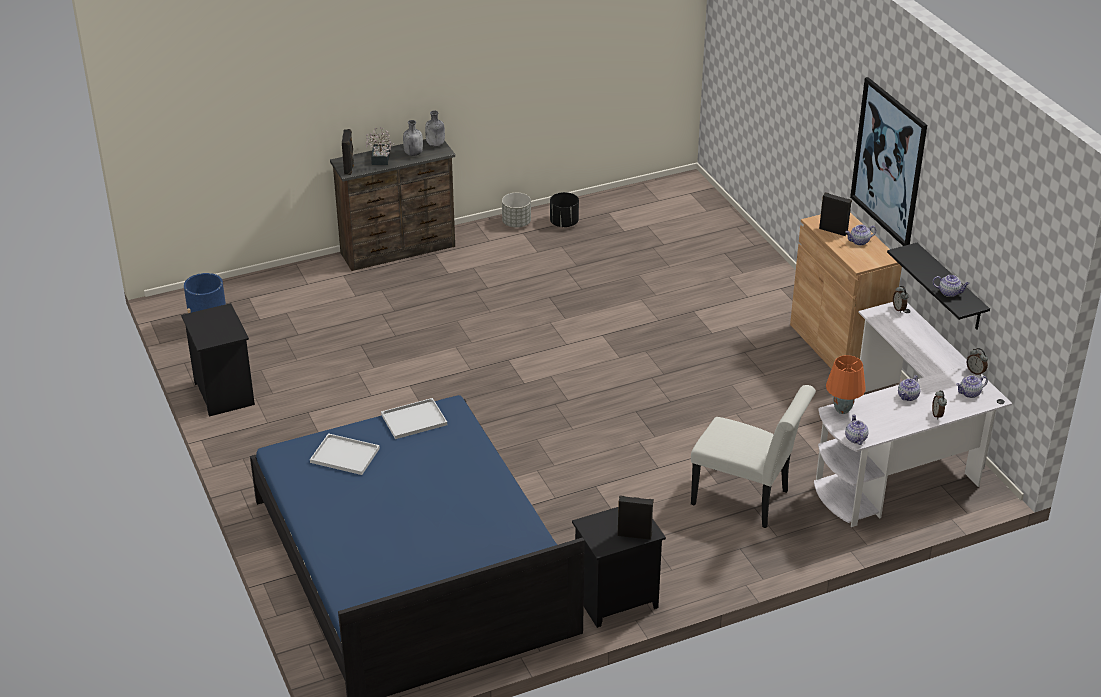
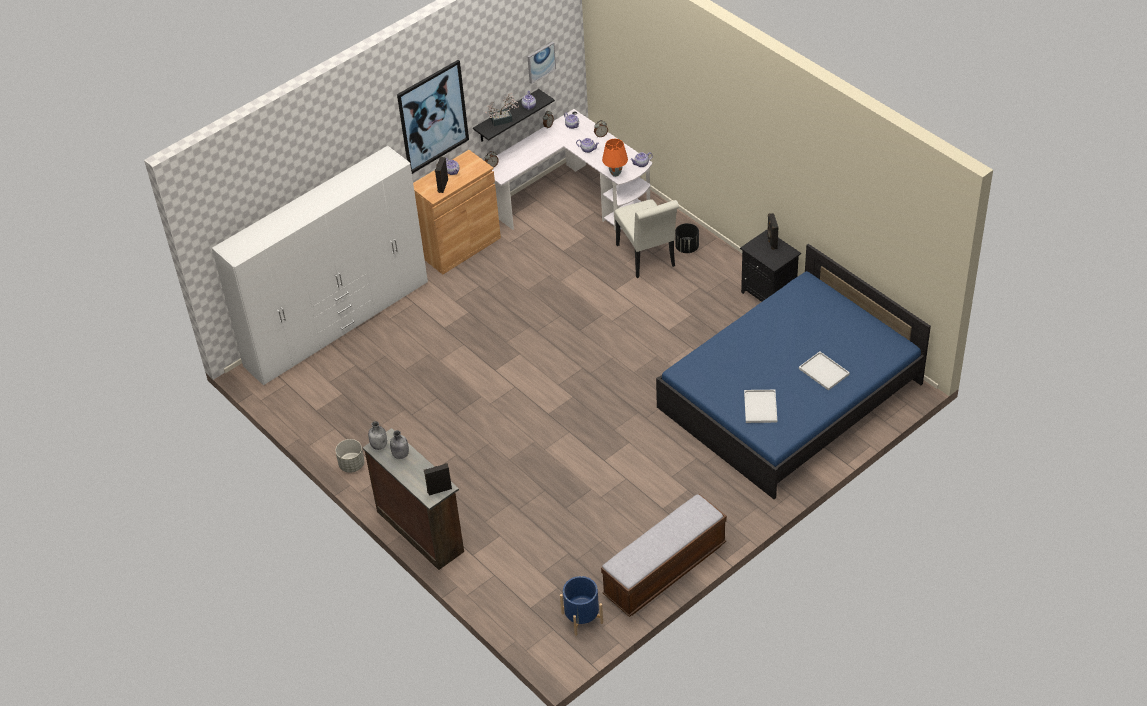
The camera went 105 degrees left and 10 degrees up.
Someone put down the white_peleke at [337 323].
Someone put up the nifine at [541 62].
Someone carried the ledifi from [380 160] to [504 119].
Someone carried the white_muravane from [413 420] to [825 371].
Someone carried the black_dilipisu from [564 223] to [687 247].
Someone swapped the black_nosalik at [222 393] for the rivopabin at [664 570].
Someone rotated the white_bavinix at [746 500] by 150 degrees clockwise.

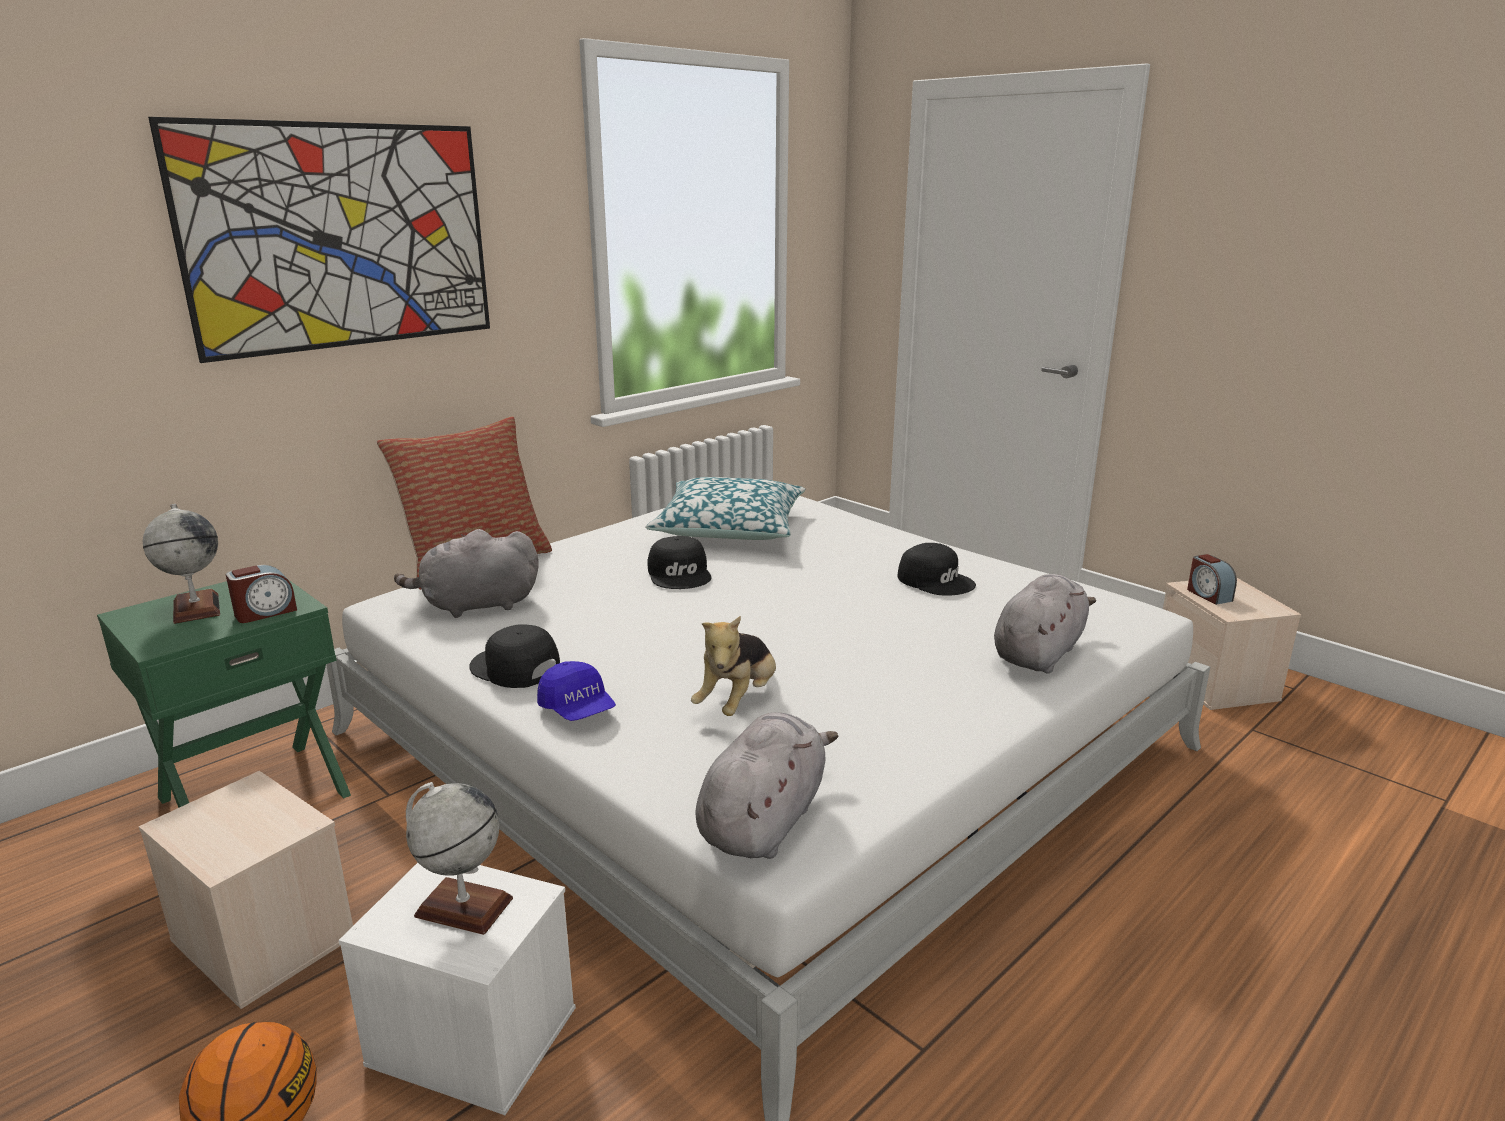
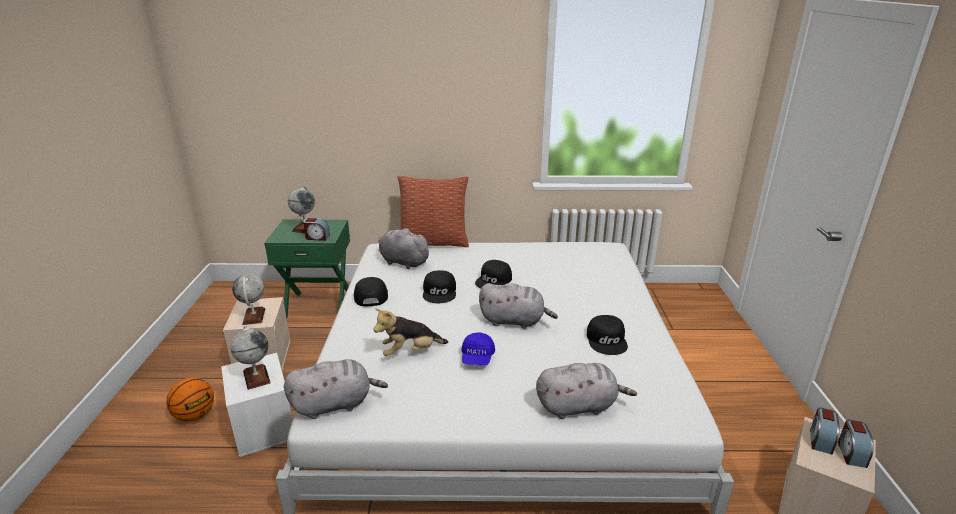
The camera went 45 degrees right and 5 degrees up.
Someone took away the nifine at [342 237].
Someone took away the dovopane at [729 527].
Someone put down the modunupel at [254 316].
Someone put down the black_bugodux at [440 292].
Someone put down the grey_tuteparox at [514 321].
Someone put down the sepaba at [851 453].
Someone carried the blue_bugodux from [578 709] to [477 358].

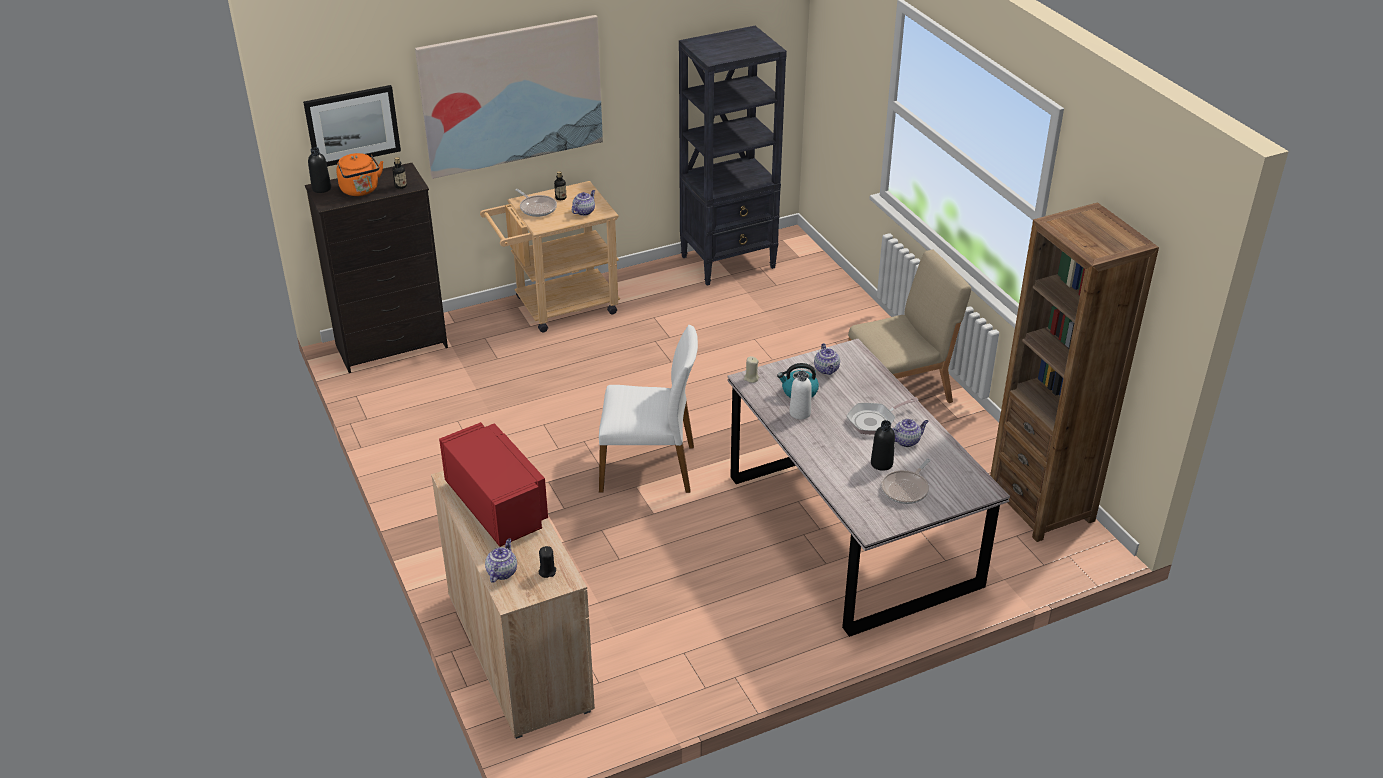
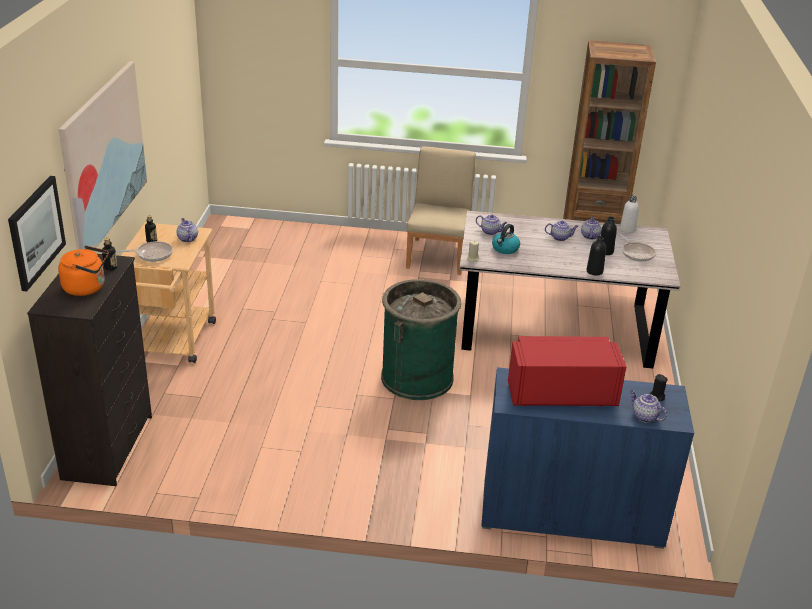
The camera went 60 degrees left and 5 degrees down.
Someone took away the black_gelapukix at [729 262].
Someone carried the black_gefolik from [321 188] to [594 271].
Someone carried the white_gefolik from [800 413] to [627 229].
Someone swapped the white_bavinix at [649 467] for the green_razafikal at [417 377].
Someone swapped the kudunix at [874 421] for the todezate at [560 237].
Someone repainted the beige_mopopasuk at [519 651], which became the blue_mopopasuk at [571 513].

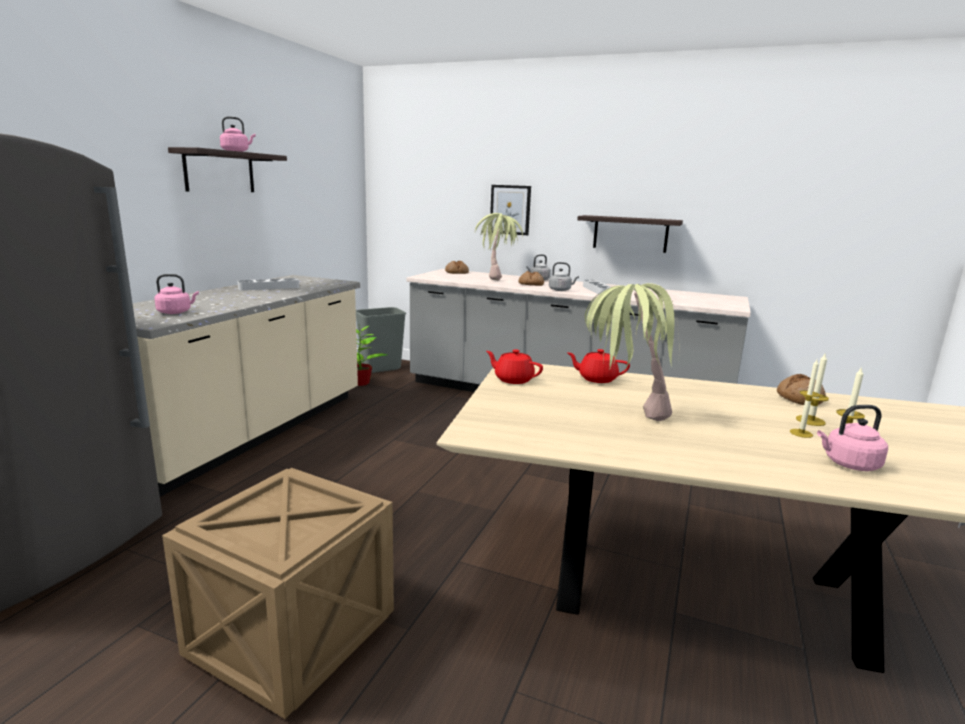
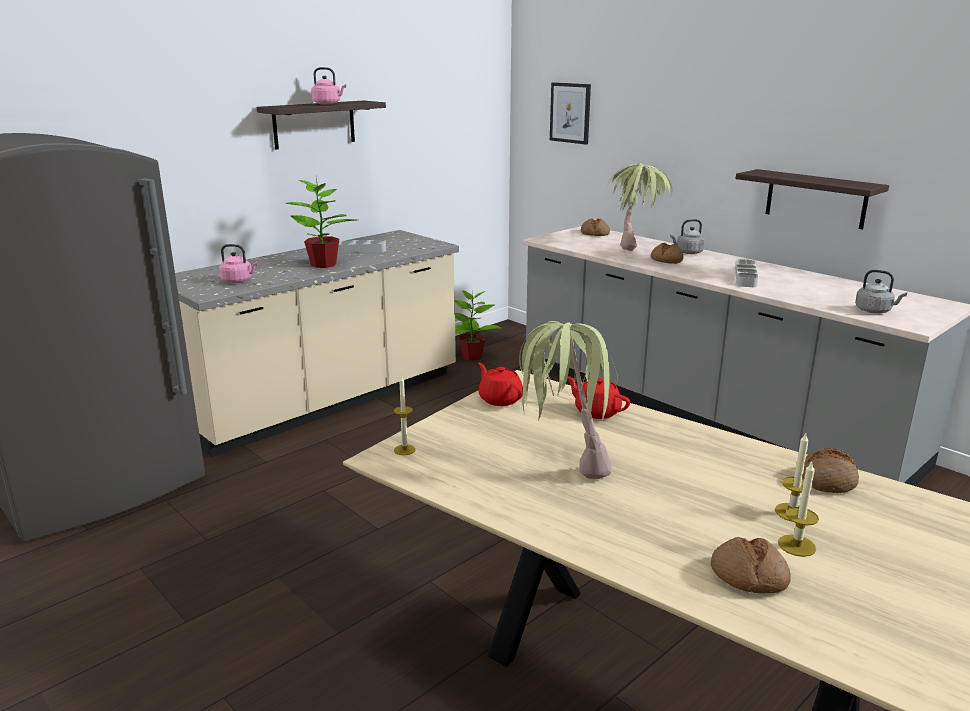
The camera went 25 degrees right and 5 degrees up.
Someone took away the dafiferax at [291 636].
Someone took away the grey_razafikal at [381 368].
Someone put down the ledifi at [324 264].
Someone carried the nifine from [510 210] to [570 113].
Someone carried the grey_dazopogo from [561 290] to [875 311].
Someone carried the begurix from [801 433] to [404 450].
Someone swapped the pink_dazopogo at [848 464] for the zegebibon at [749 576].

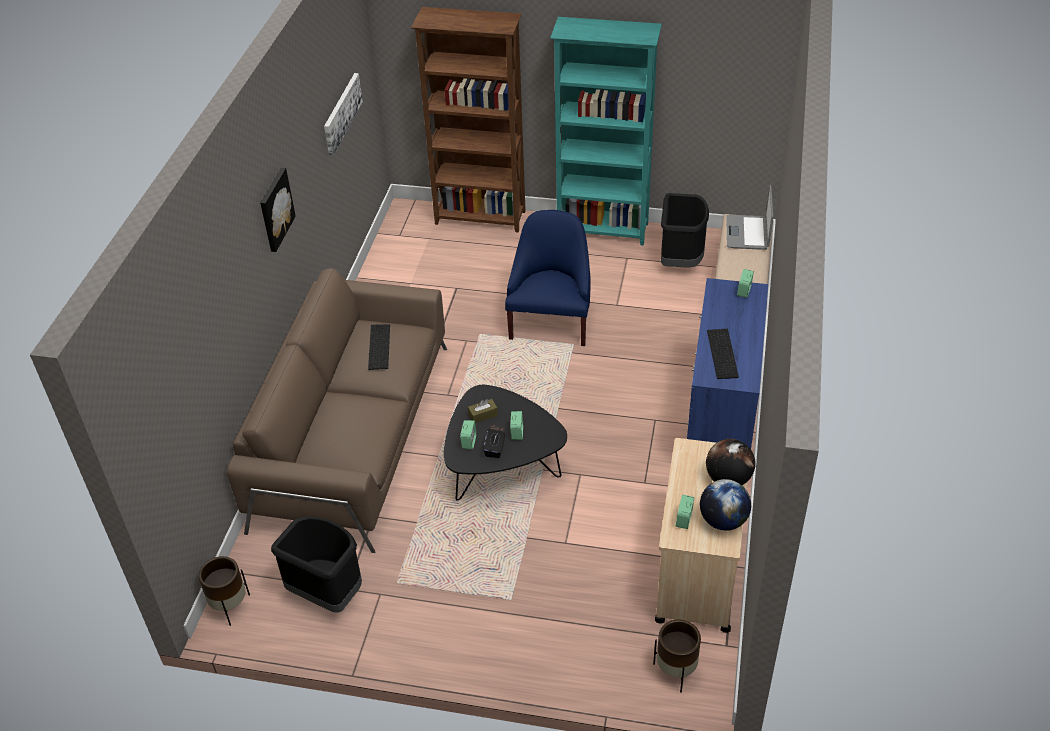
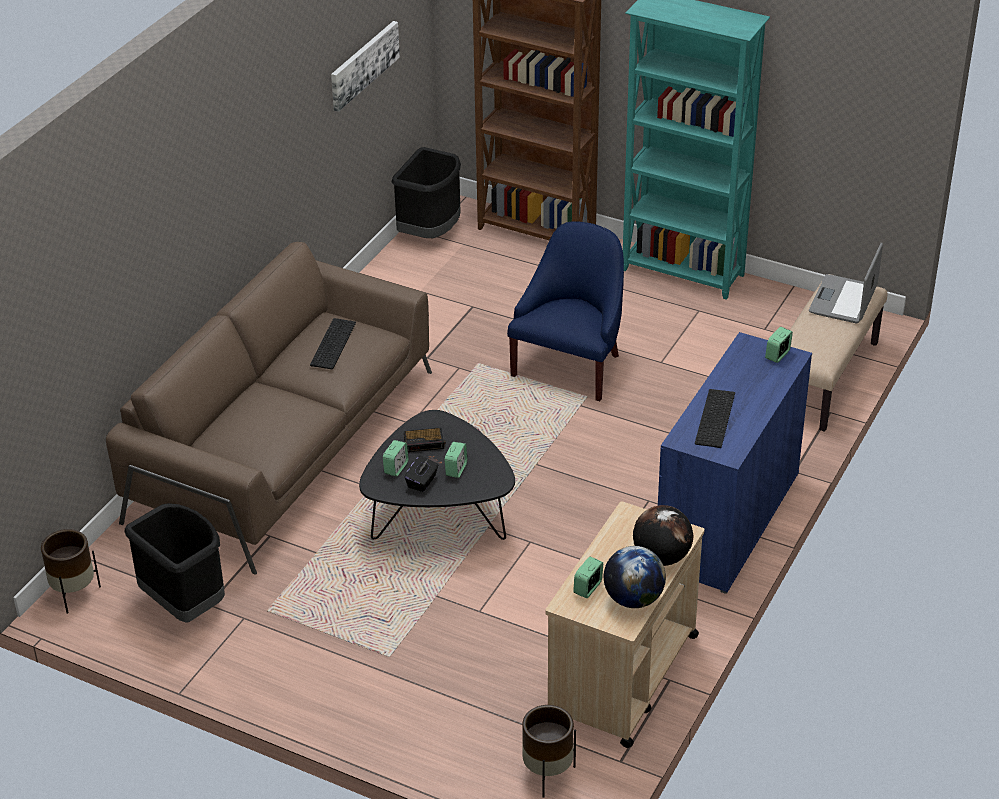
The camera went 15 degrees right and 5 degrees down.
Someone took away the nifine at [275 209].
Someone carried the black_razafikal from [680 261] to [430 233].
Someone swapped the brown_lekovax at [483 415] for the sepaba at [425 443].

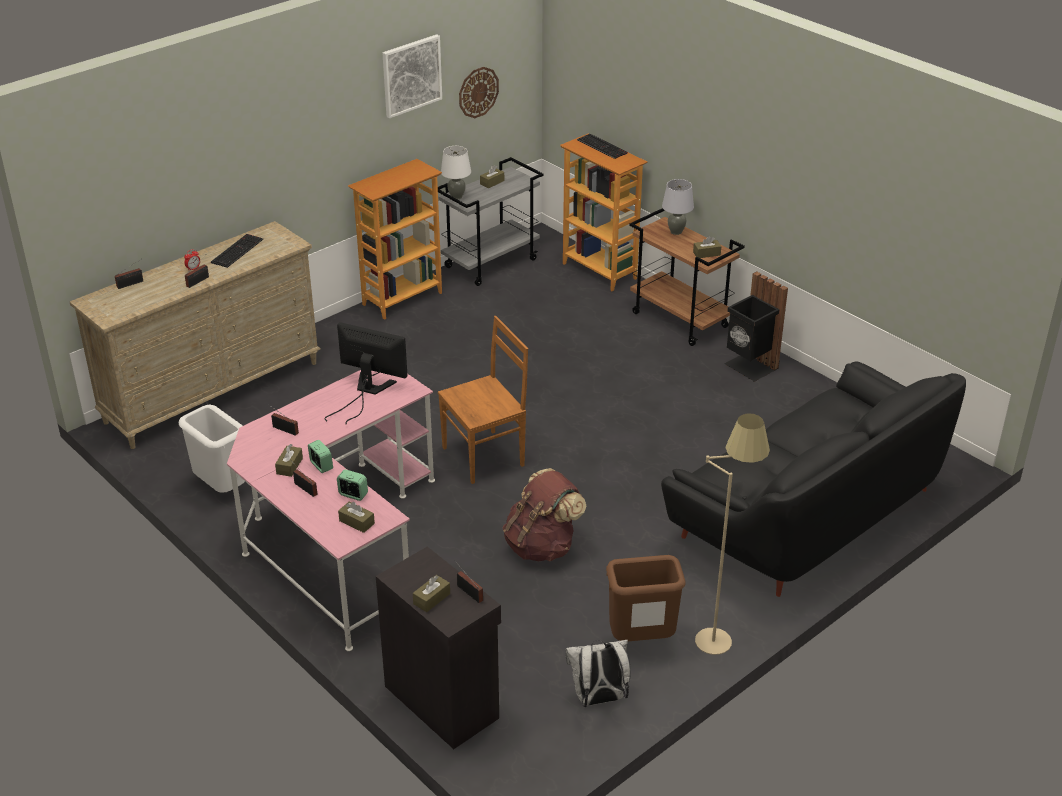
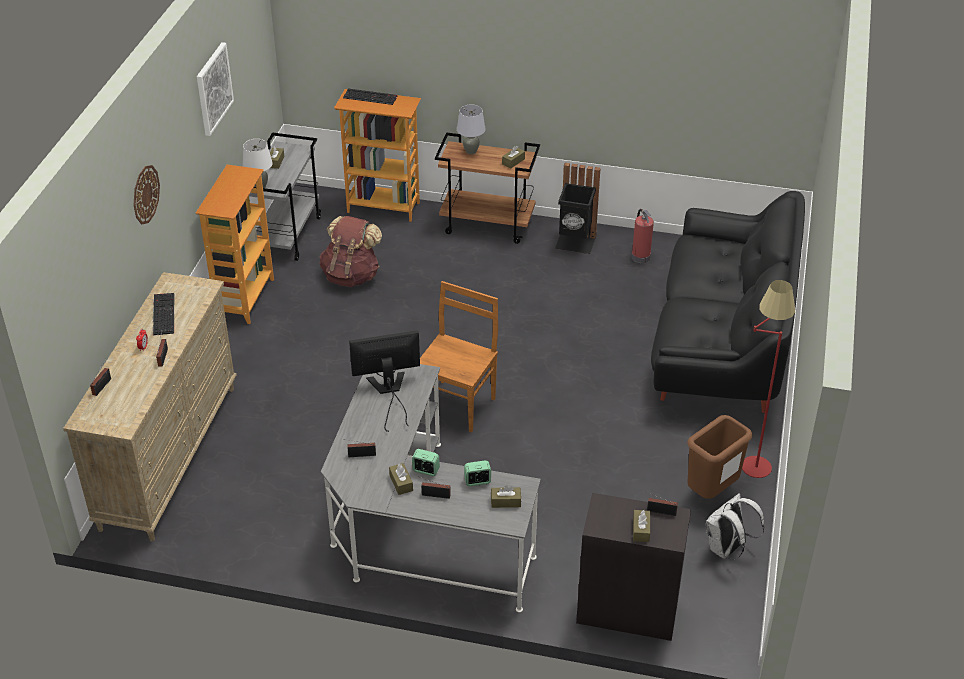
The camera went 35 degrees left and 5 degrees up.
Someone took away the white_razafikal at [221 489].
Someone put down the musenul at [640 256].
Someone carried the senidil from [478 92] to [145 194].
Someone carried the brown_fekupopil from [542 546] to [351 275].
Someone repainted the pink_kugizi at [337 539], which became the grey_kugizi at [416 529].
Someone repainted the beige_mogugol at [720 630], which became the red_mogugol at [753 456].

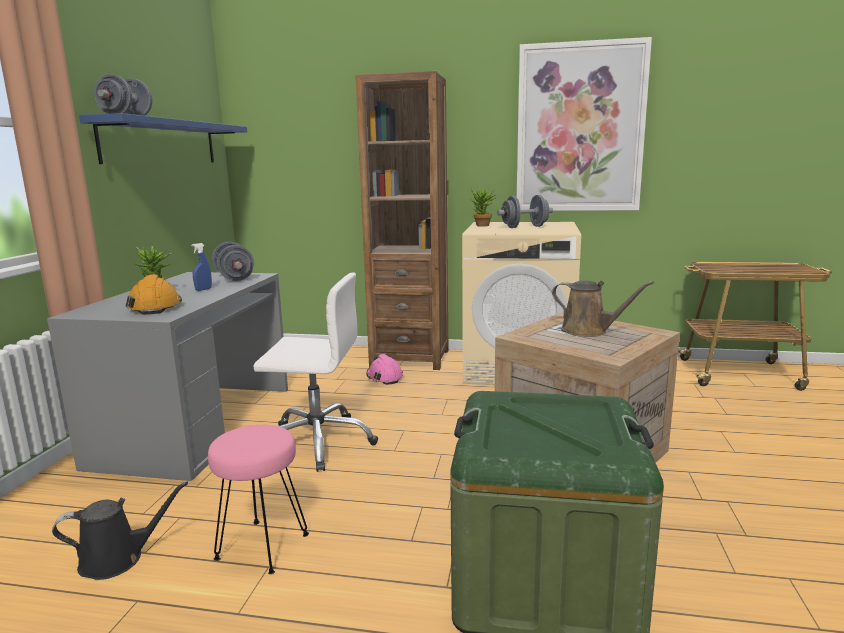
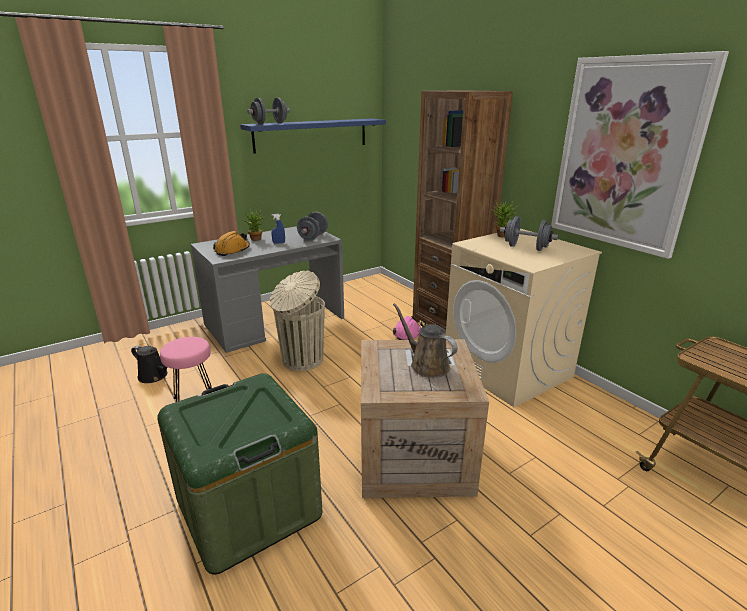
The camera went 45 degrees right and 10 degrees up.
Someone swapped the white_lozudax at [318 442] for the beige_razafikal at [301 360].
Someone rotated the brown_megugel at [588 331] by 150 degrees clockwise.

